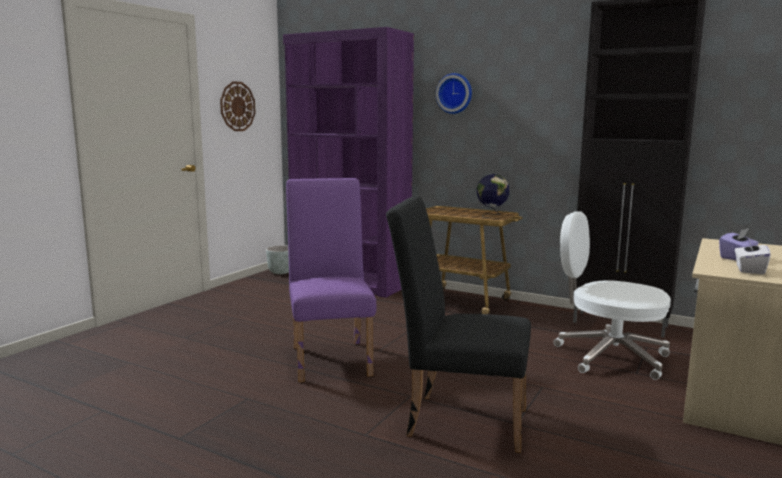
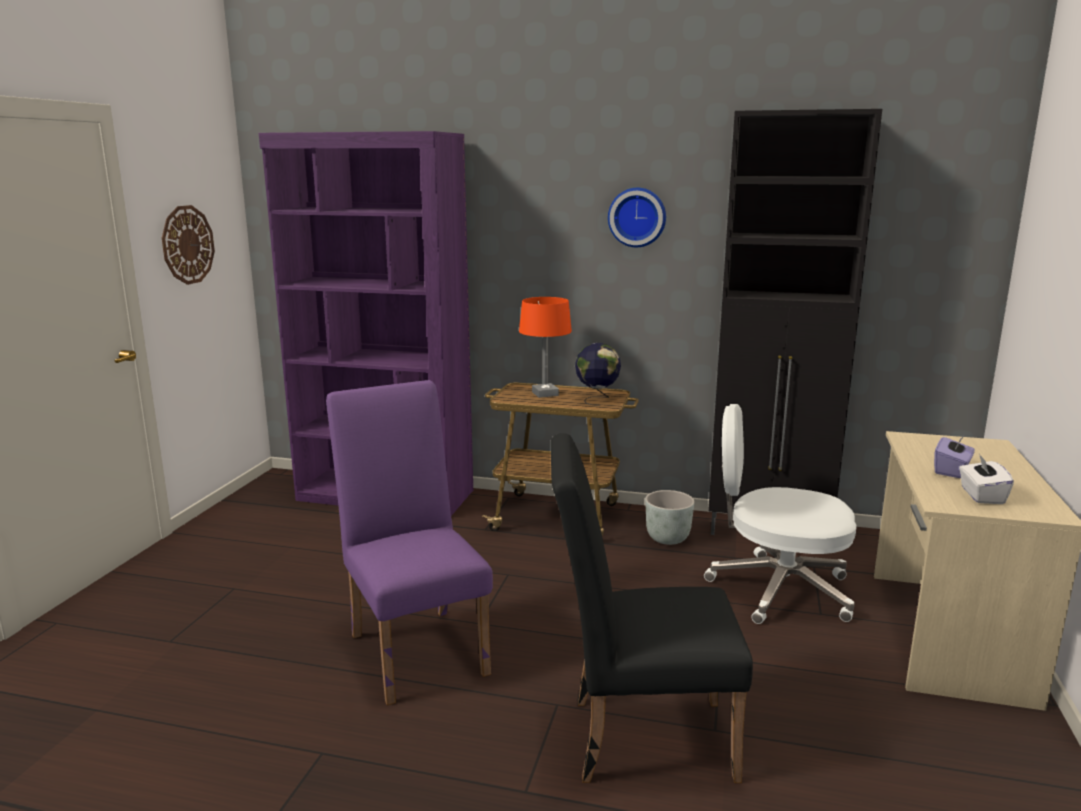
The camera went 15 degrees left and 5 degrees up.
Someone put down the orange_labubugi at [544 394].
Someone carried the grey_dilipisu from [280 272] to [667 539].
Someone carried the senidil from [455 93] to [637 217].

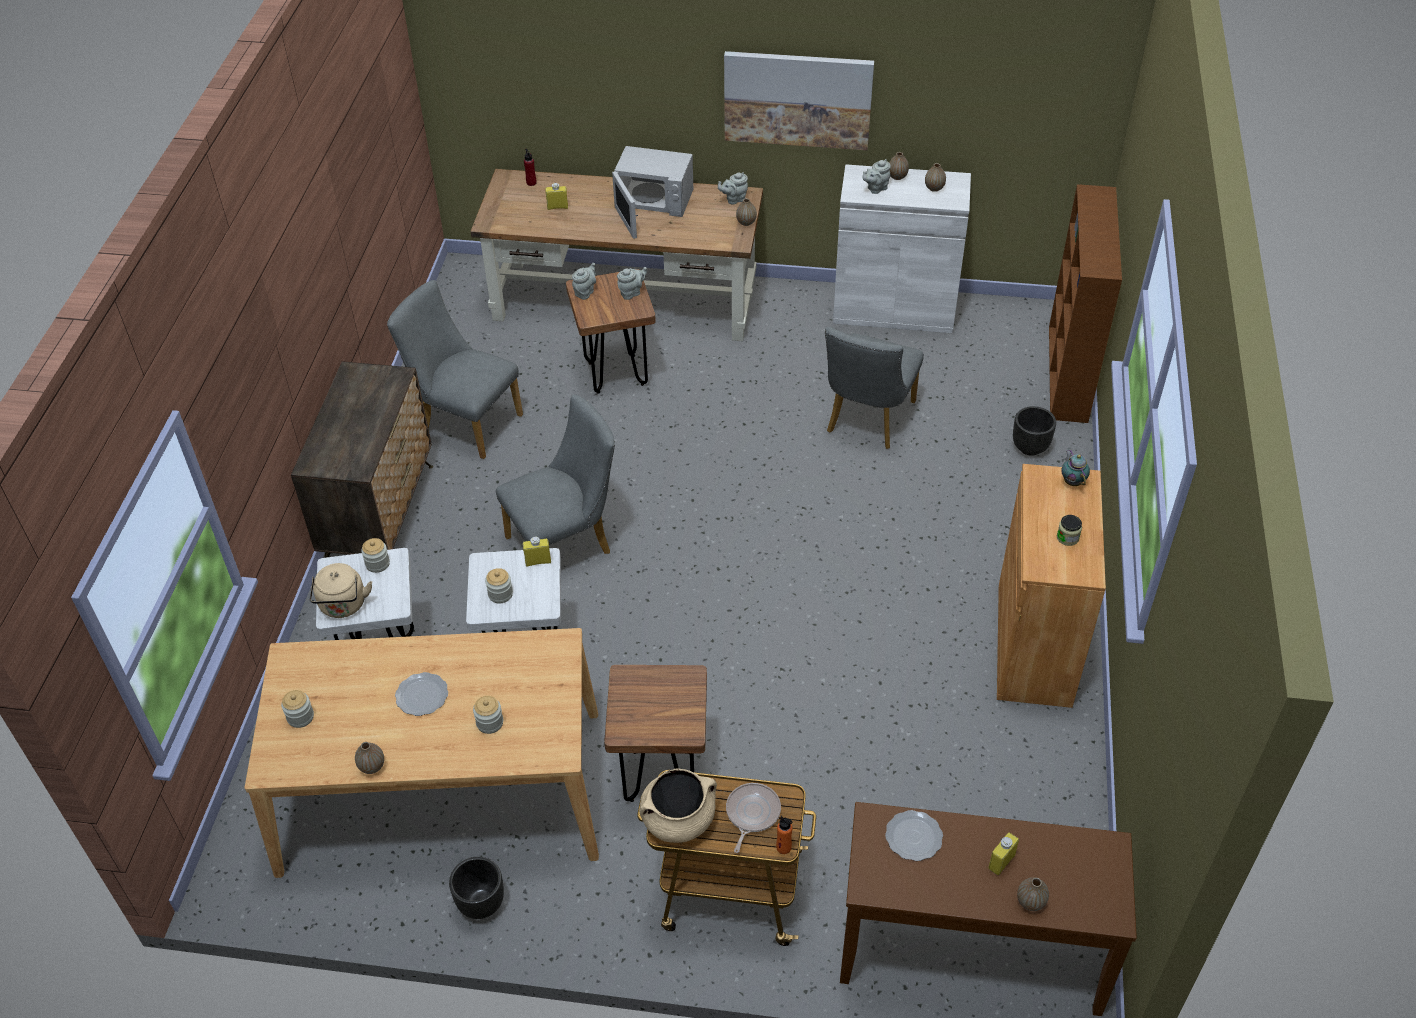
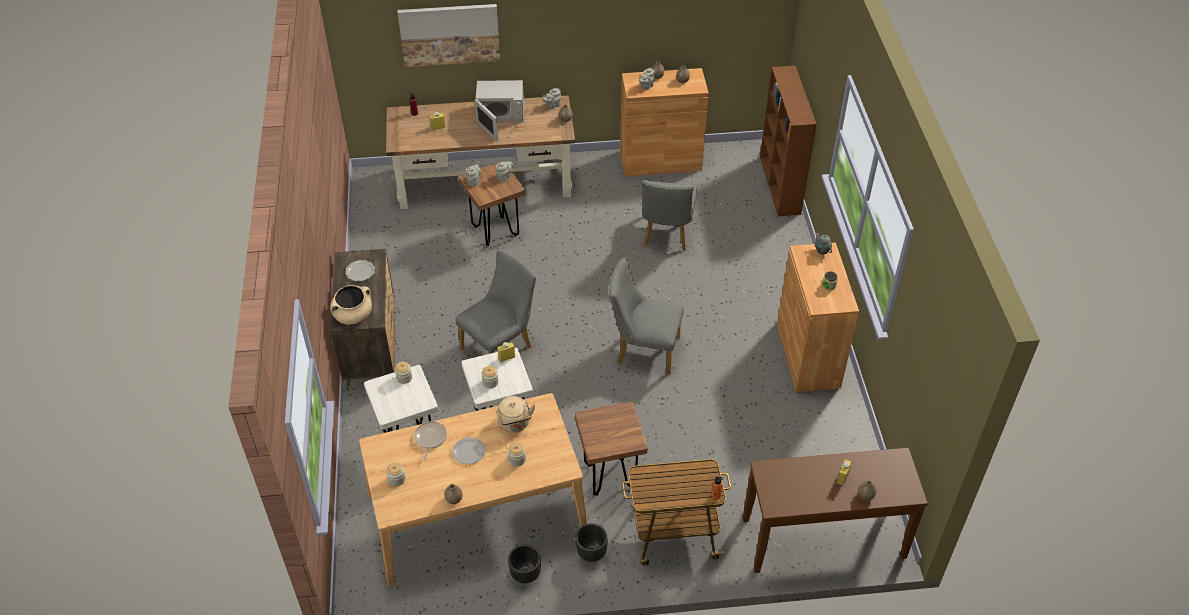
The camera went 15 degrees left and 0 degrees up.
Someone carried the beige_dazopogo from [343 606] to [515 424].
Someone carried the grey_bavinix from [465 422] to [643 350].
Someone carried the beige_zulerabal from [678 819] to [353 315].
Someone carried the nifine from [797 99] to [450 34].
Someone carried the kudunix from [751 814] to [430 439].
Someone carried the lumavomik from [914 836] to [360 271].
Someone carried the black_dilipisu from [1030 448] to [592 553].
Someone repainted the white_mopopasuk at [894 309], which became the brown_mopopasuk at [660 161].

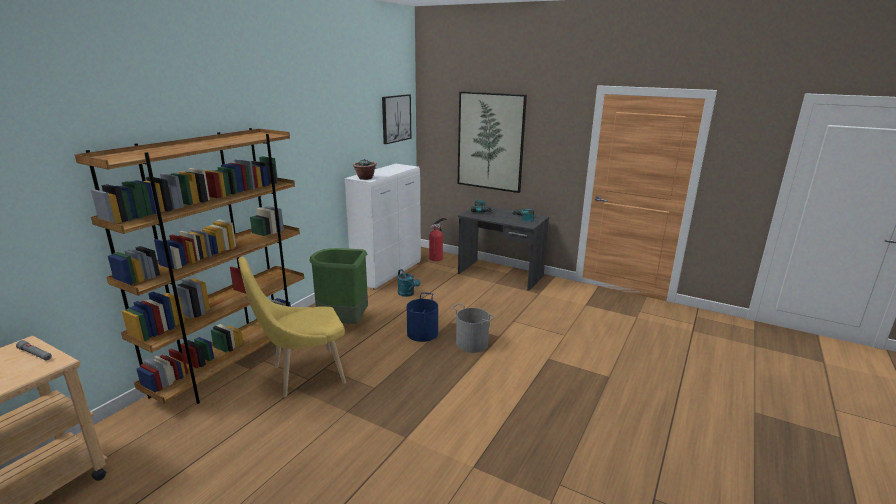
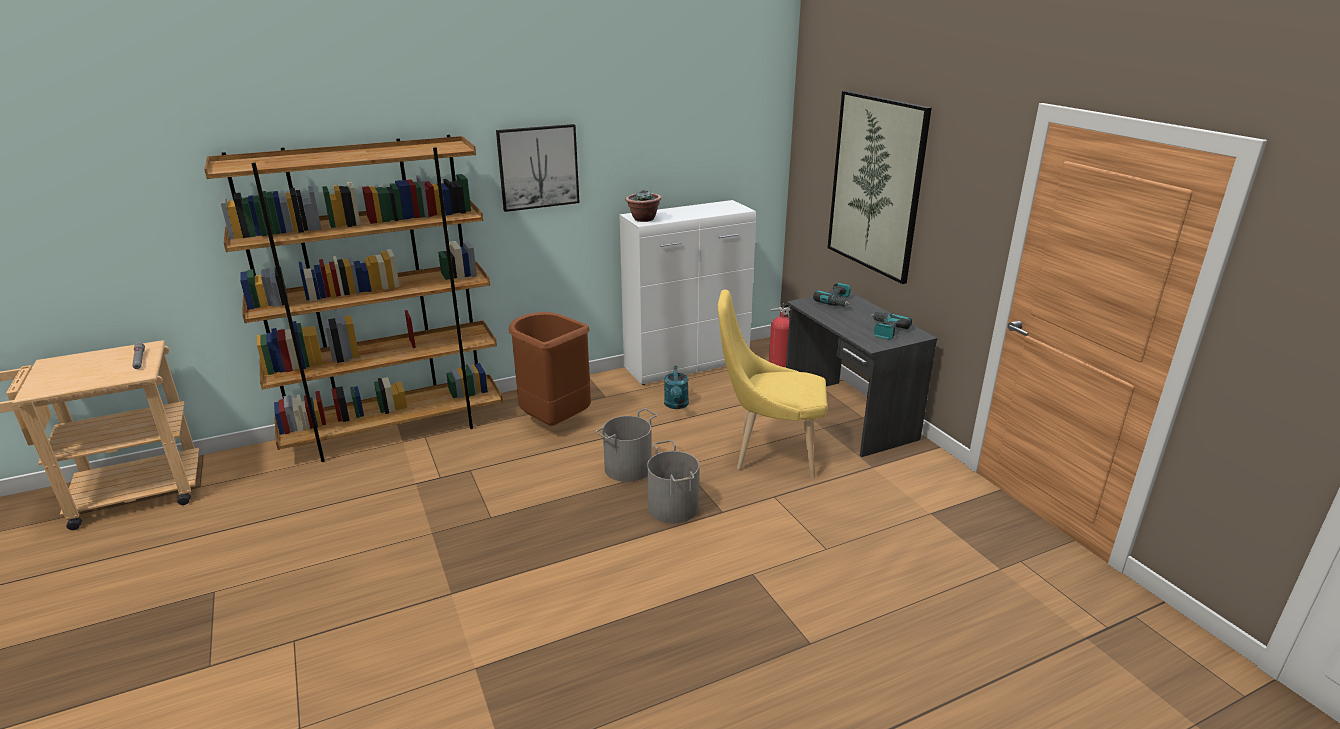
The camera went 35 degrees right and 5 degrees up.
Someone carried the yellow_bavinix from [303 376] to [769 453].
Someone carried the nifine from [396 118] to [538 167].
Someone repainted the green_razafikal at [343 324], which became the brown_razafikal at [553 421].
Someone repainted the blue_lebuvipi at [423 333], which became the grey_lebuvipi at [628 468].

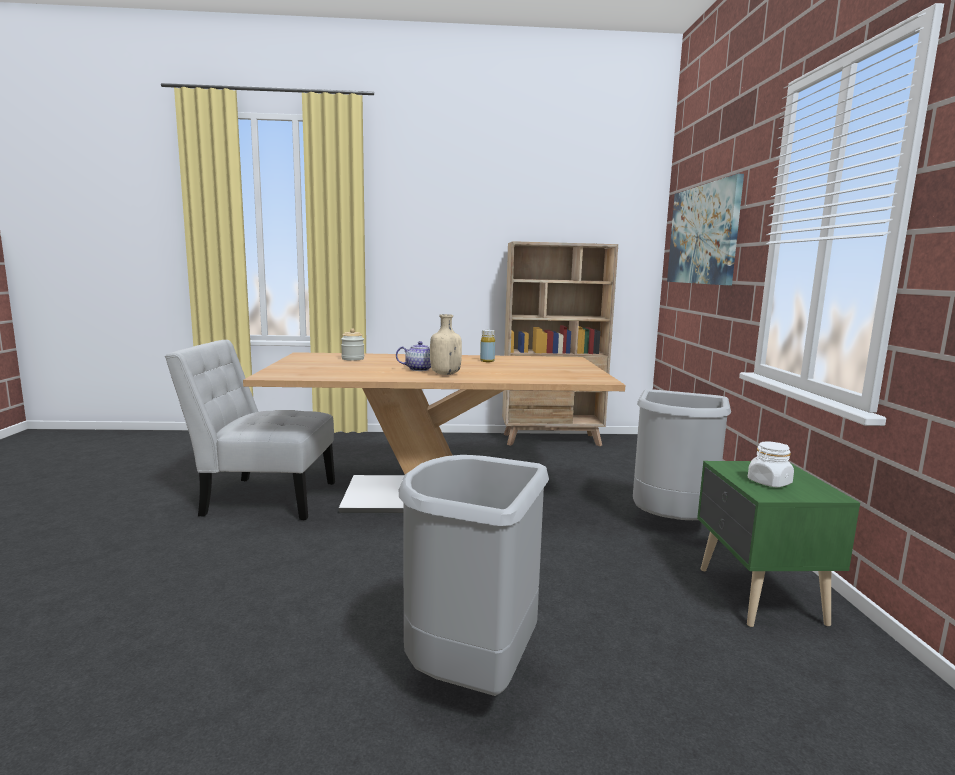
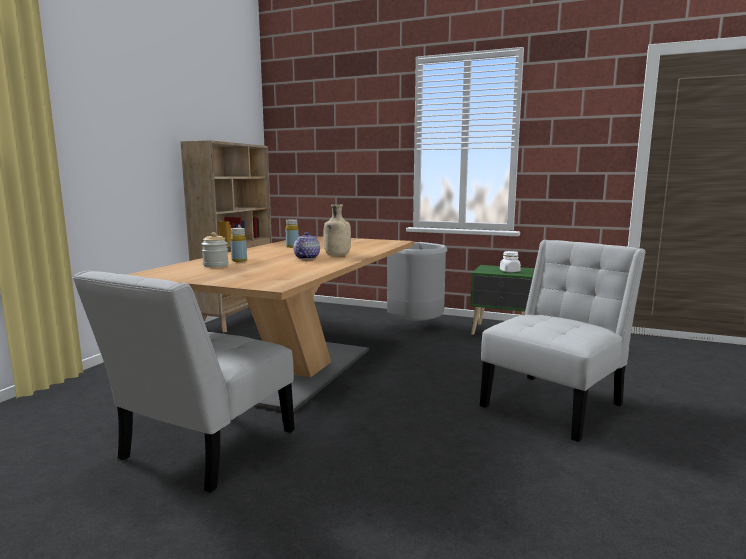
The camera went 65 degrees left and 0 degrees up.
Someone took away the nifine at [703 235].
Someone put down the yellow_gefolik at [239 260].
Someone swapped the grey_razafikal at [470 676] for the white_bavinix at [555 403].

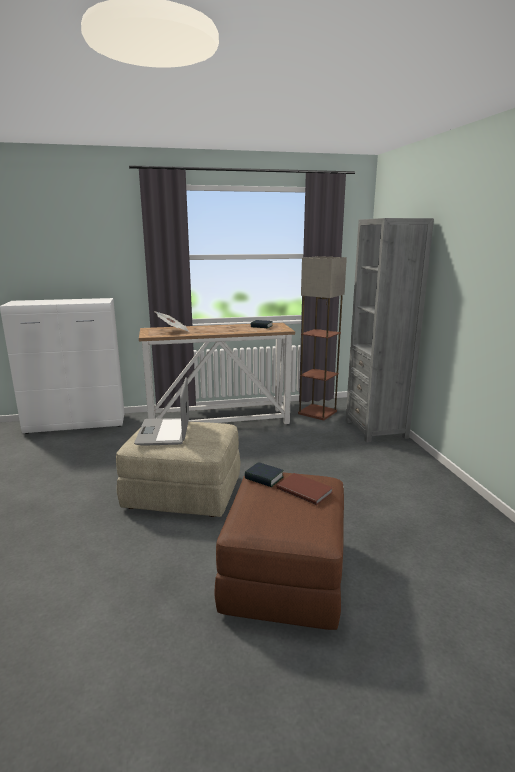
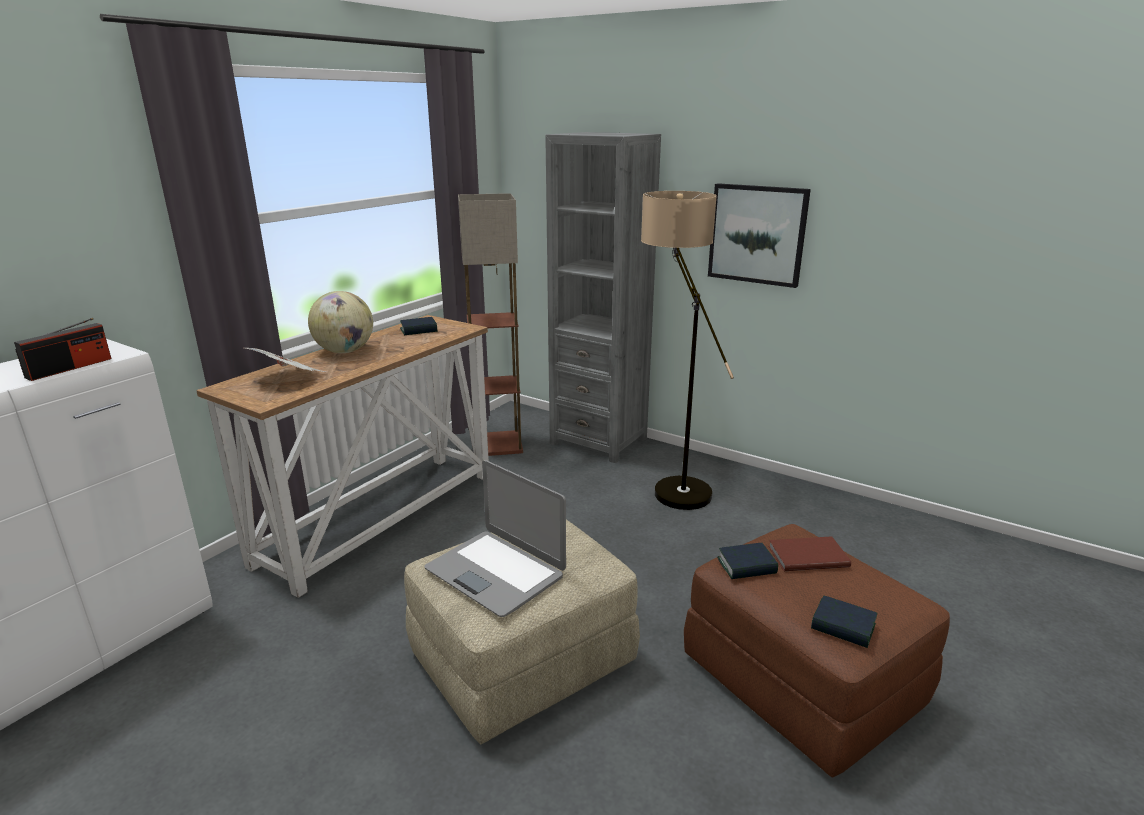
The camera went 45 degrees left and 5 degrees up.
Someone put down the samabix at [70 368].
Someone put down the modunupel at [345 351].
Someone put down the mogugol at [672 483].
Someone put up the nifine at [757 234].
Someone put down the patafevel at [843 627].

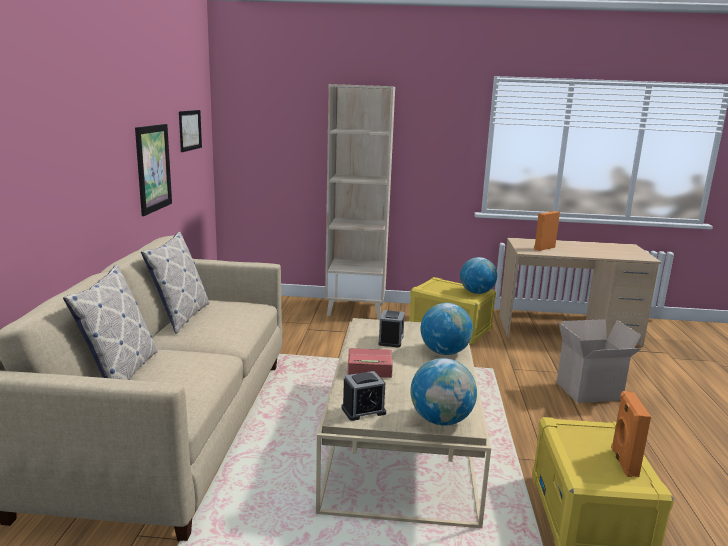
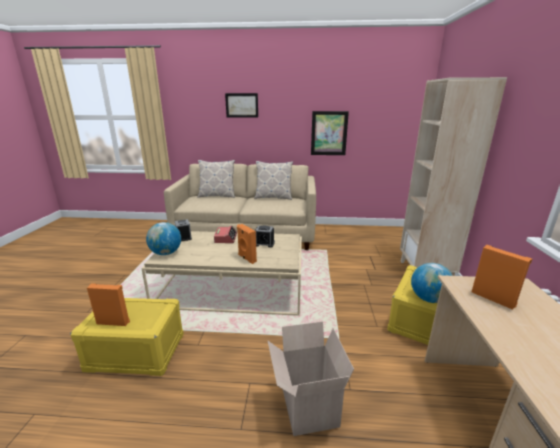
The camera went 90 degrees right and 5 degrees up.
Someone carried the nifine from [190 130] to [242 105].
Someone swapped the modunupel at [444 352] for the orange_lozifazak at [246 258].

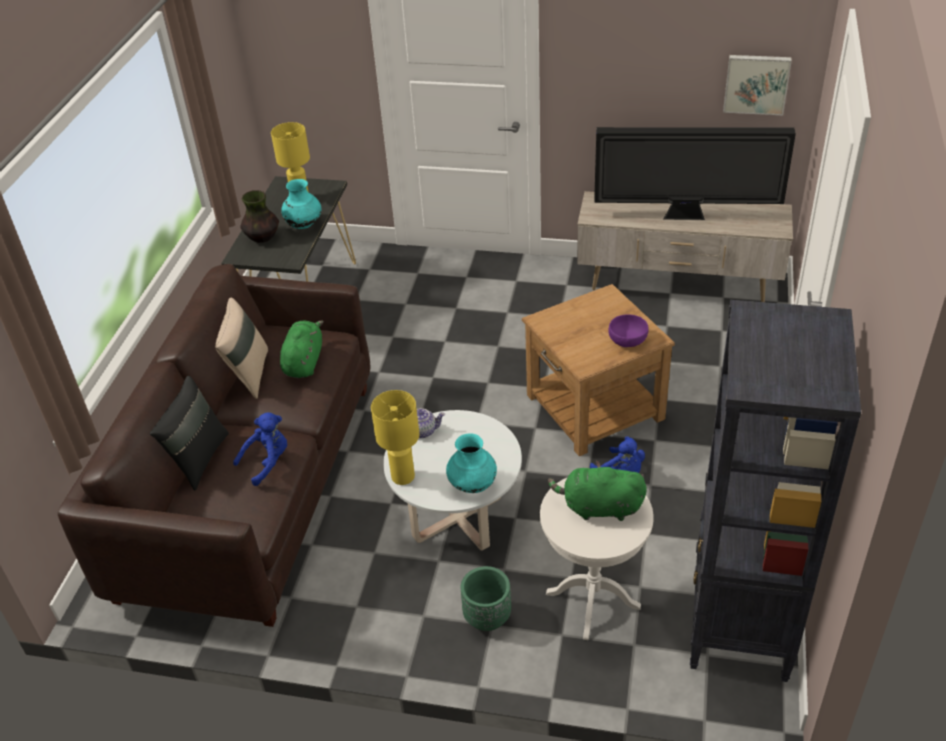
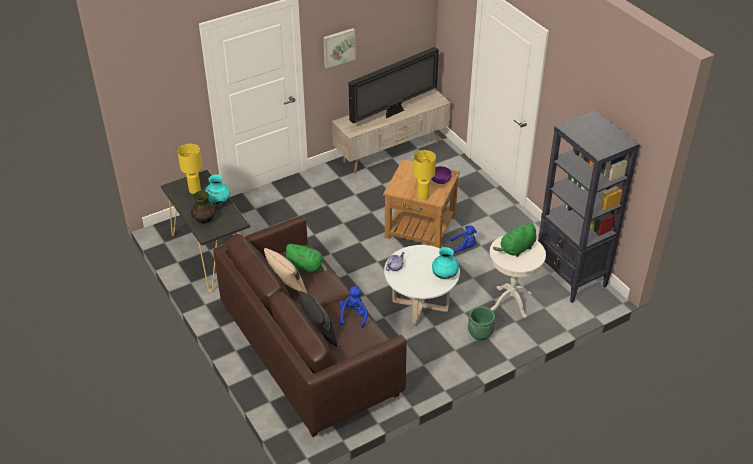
The camera went 45 degrees left and 0 degrees up.
Someone carried the yellow_labubugi from [402 477] to [422 196].
Someone carried the nifine from [756 83] to [338 47].
Someone rotated the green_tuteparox at [304 362] by 150 degrees clockwise.

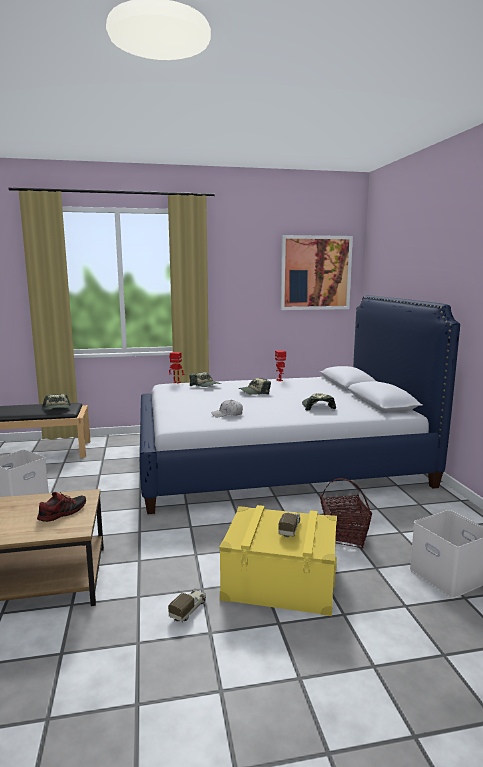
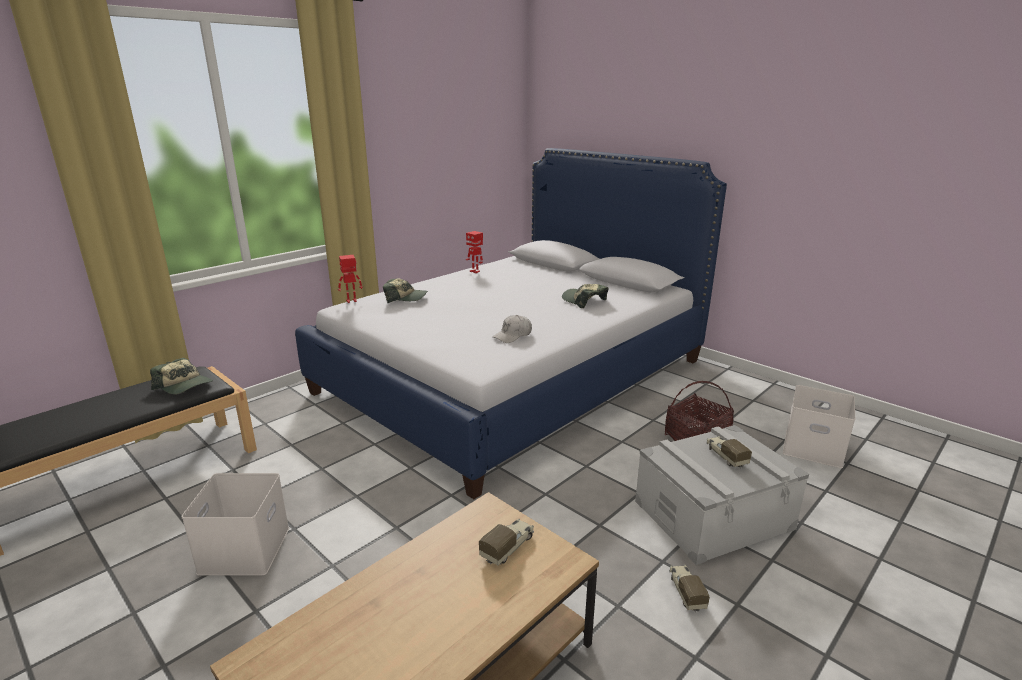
The camera went 35 degrees left and 10 degrees up.
Someone took away the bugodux at [254 392].
Someone took away the nifine at [315 273].
Someone swapped the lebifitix at [62 513] for the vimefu at [508 547].
Someone repainted the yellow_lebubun at [280 580], which became the grey_lebubun at [713 514].

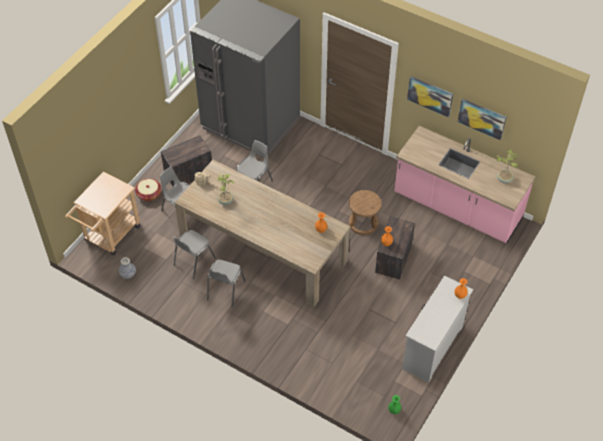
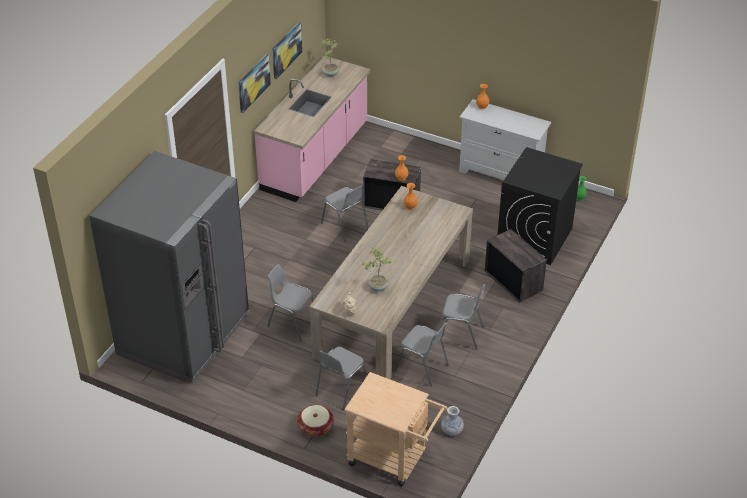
The camera went 95 degrees left and 10 degrees down.
Someone put down the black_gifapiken at [534 238].
Someone carried the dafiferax from [188 173] to [514 281].
Someone swapped the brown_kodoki at [363 223] for the grey_bavinix at [345 226].

